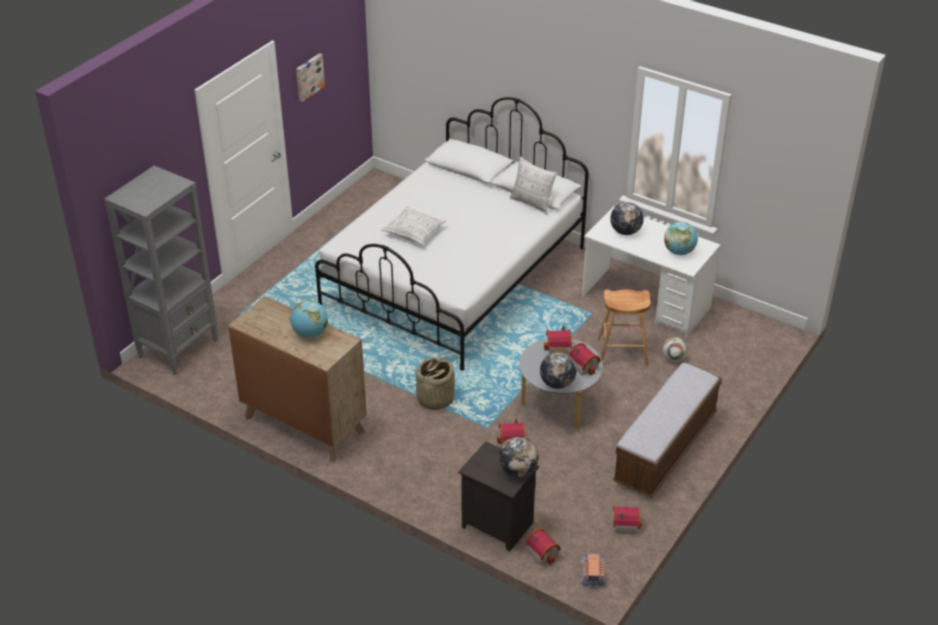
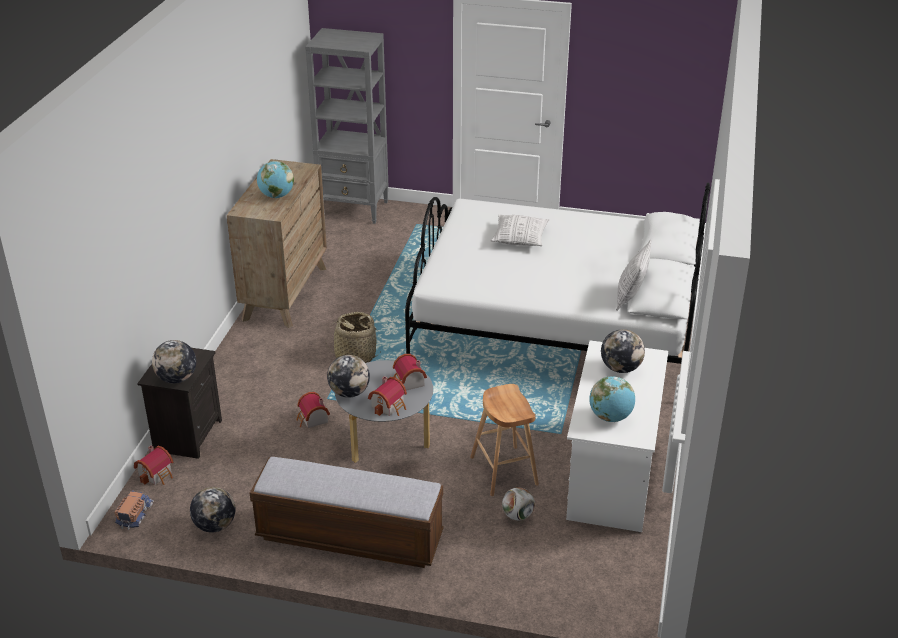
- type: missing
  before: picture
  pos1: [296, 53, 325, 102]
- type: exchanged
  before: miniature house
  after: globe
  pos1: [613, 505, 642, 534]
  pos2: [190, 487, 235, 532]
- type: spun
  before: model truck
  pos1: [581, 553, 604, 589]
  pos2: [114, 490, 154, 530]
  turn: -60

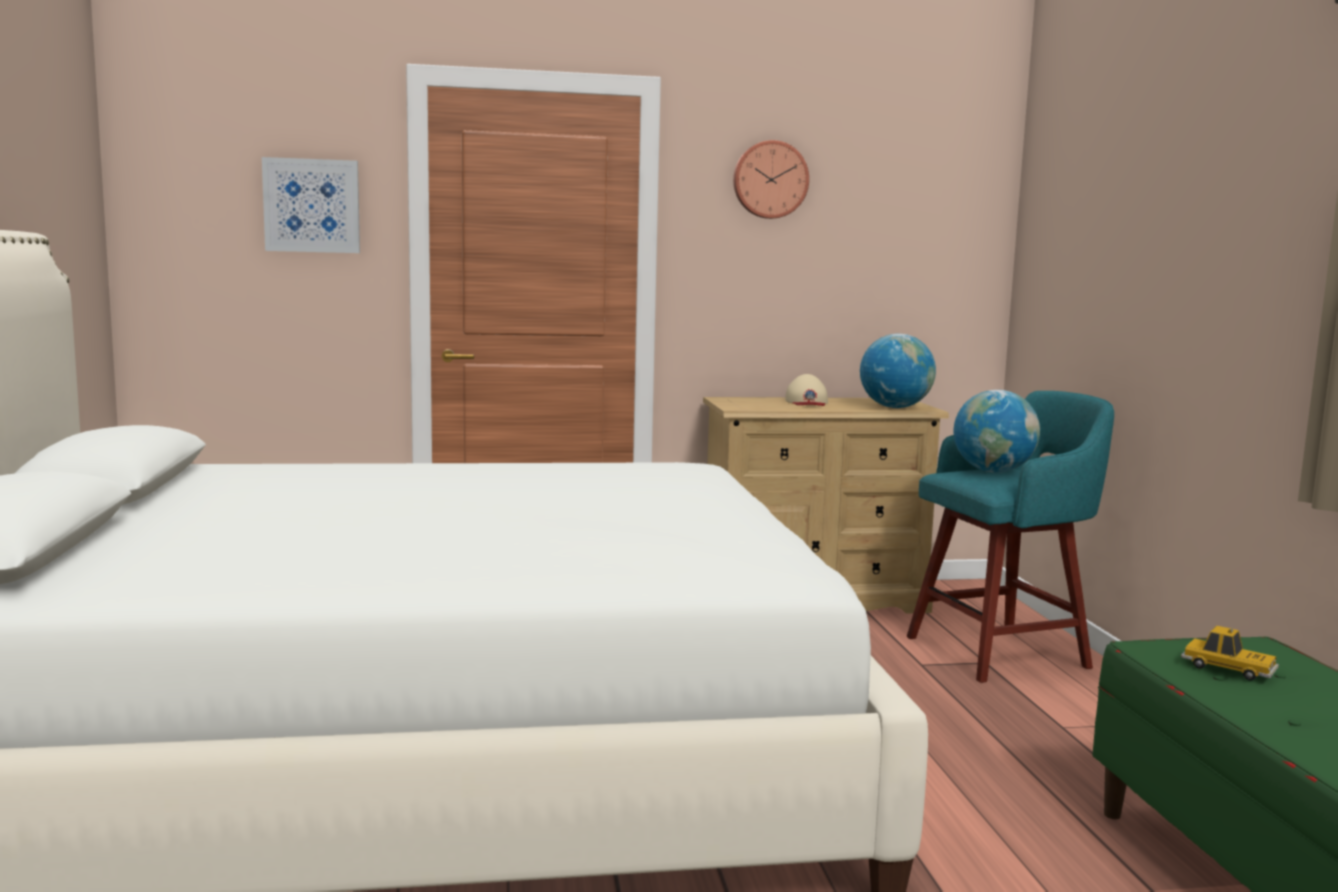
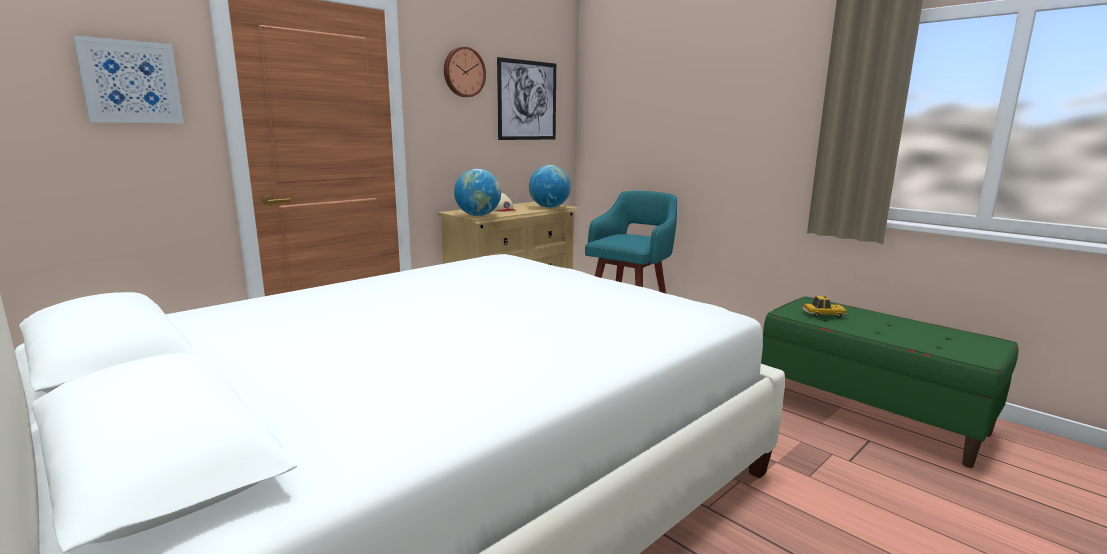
- type: appeared
  after: picture
  pos2: [497, 57, 556, 140]
- type: relocated
  before: globe
  pos1: [954, 390, 1040, 473]
  pos2: [454, 169, 501, 216]

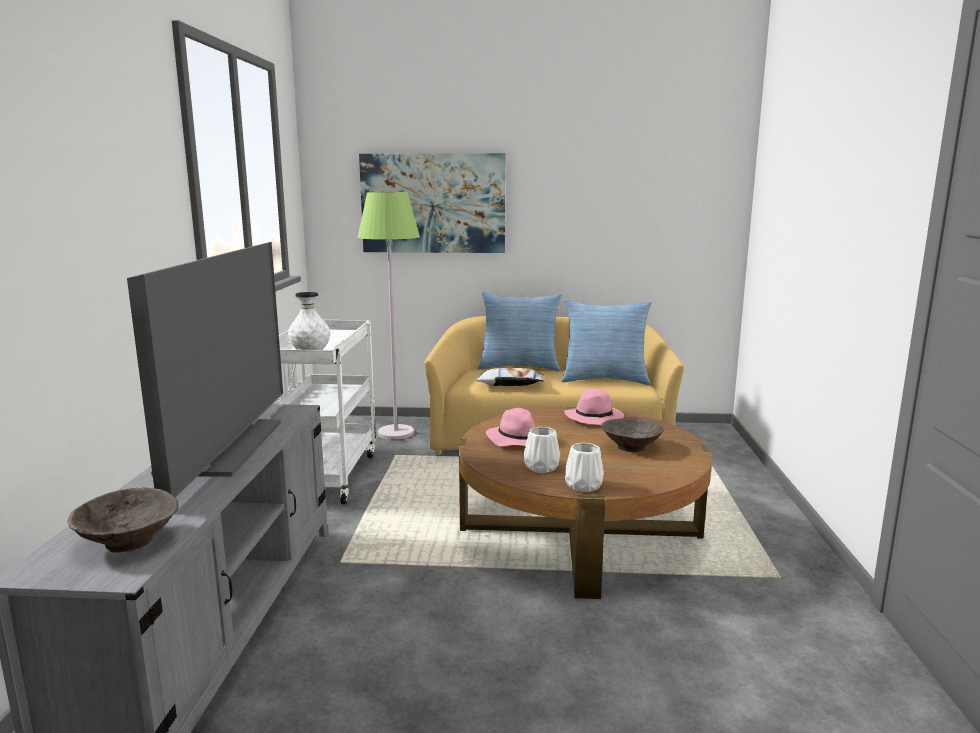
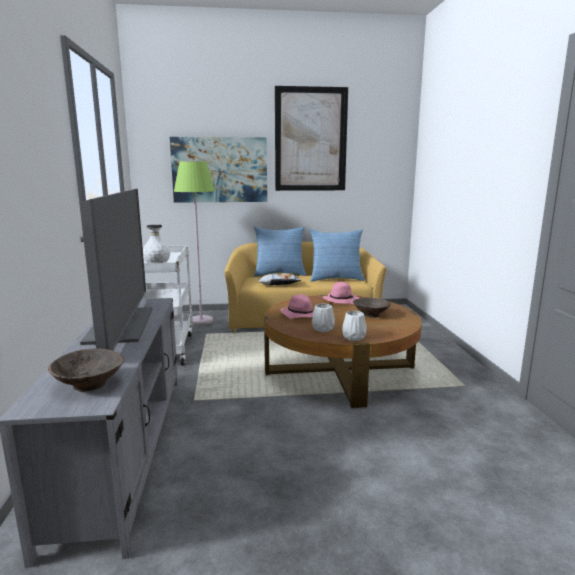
- type: appeared
  after: picture
  pos2: [275, 86, 348, 191]

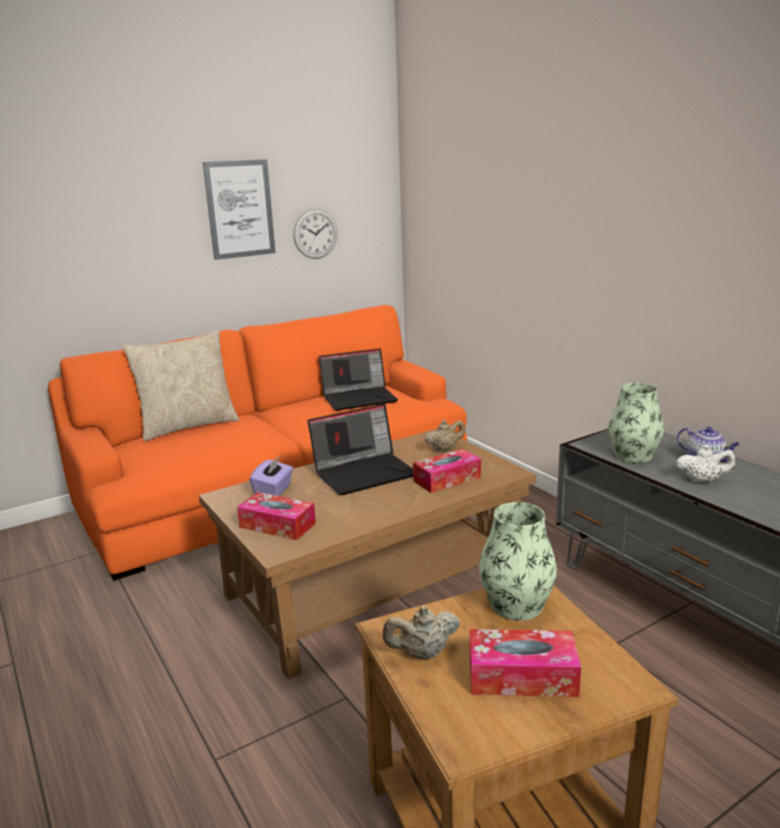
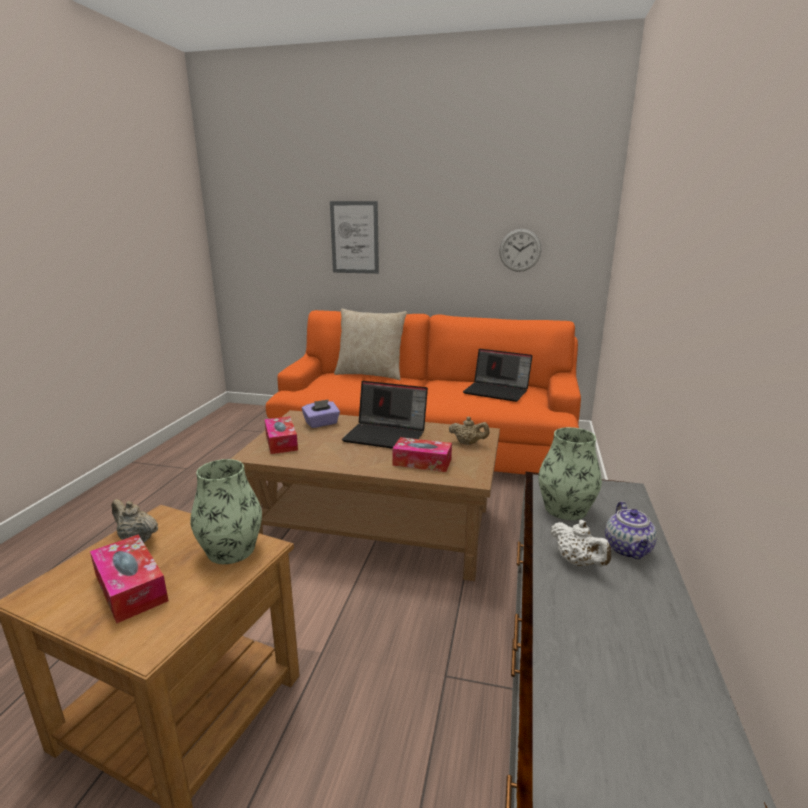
- type: relocated
  before: picture
  pos1: [203, 159, 276, 260]
  pos2: [330, 201, 379, 274]

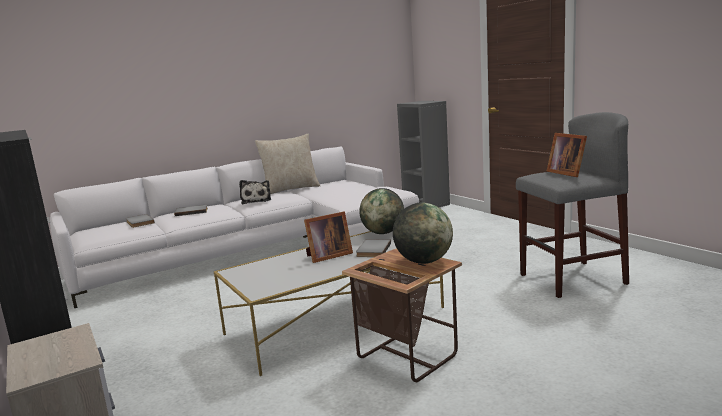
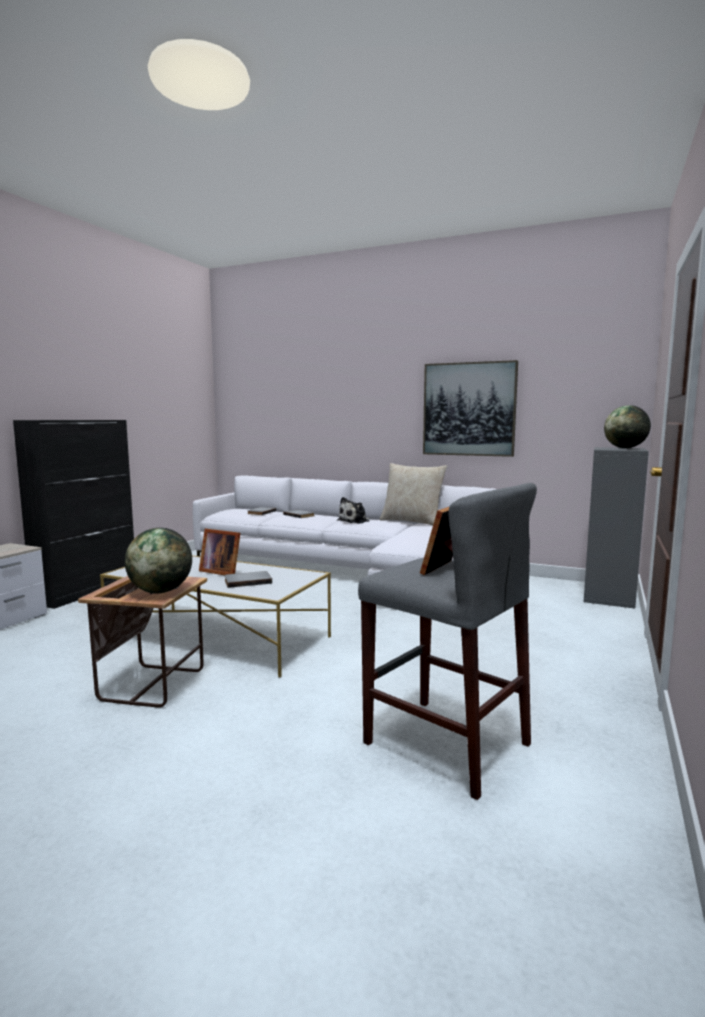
- type: appeared
  after: picture
  pos2: [423, 360, 518, 457]
- type: relocated
  before: globe
  pos1: [359, 188, 404, 234]
  pos2: [604, 405, 651, 448]

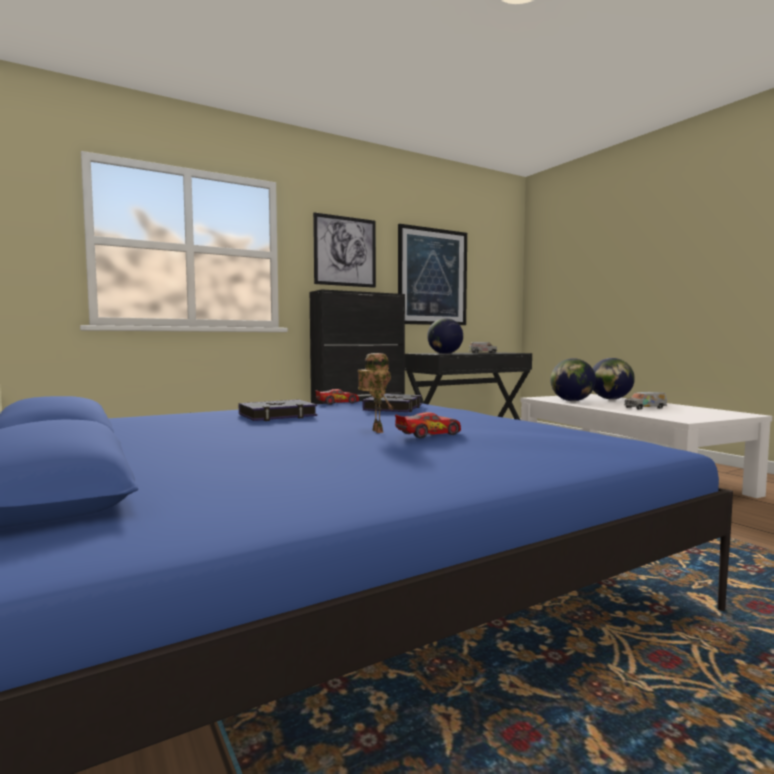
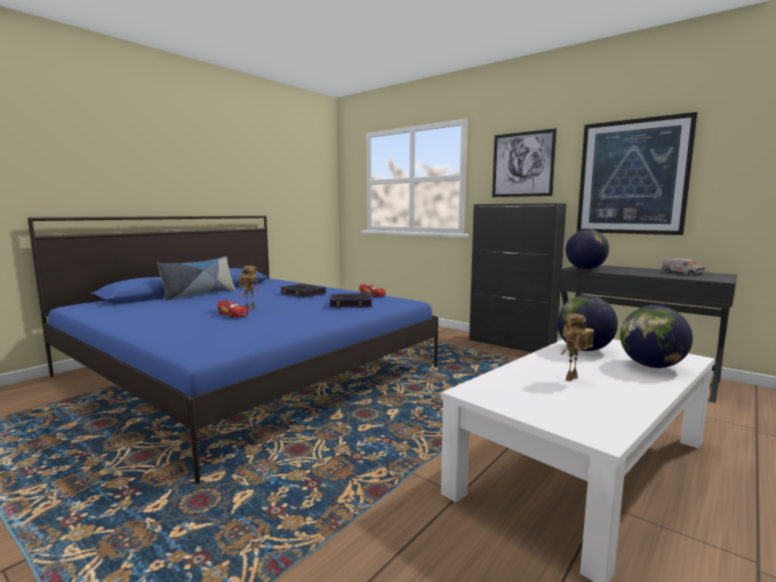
- type: appeared
  after: cushion
  pos2: [157, 256, 235, 300]
- type: exchanged
  before: model truck
  after: model robot
  pos1: [624, 392, 667, 410]
  pos2: [561, 314, 594, 381]

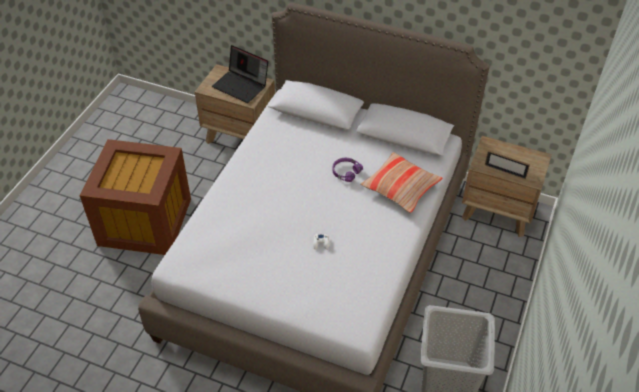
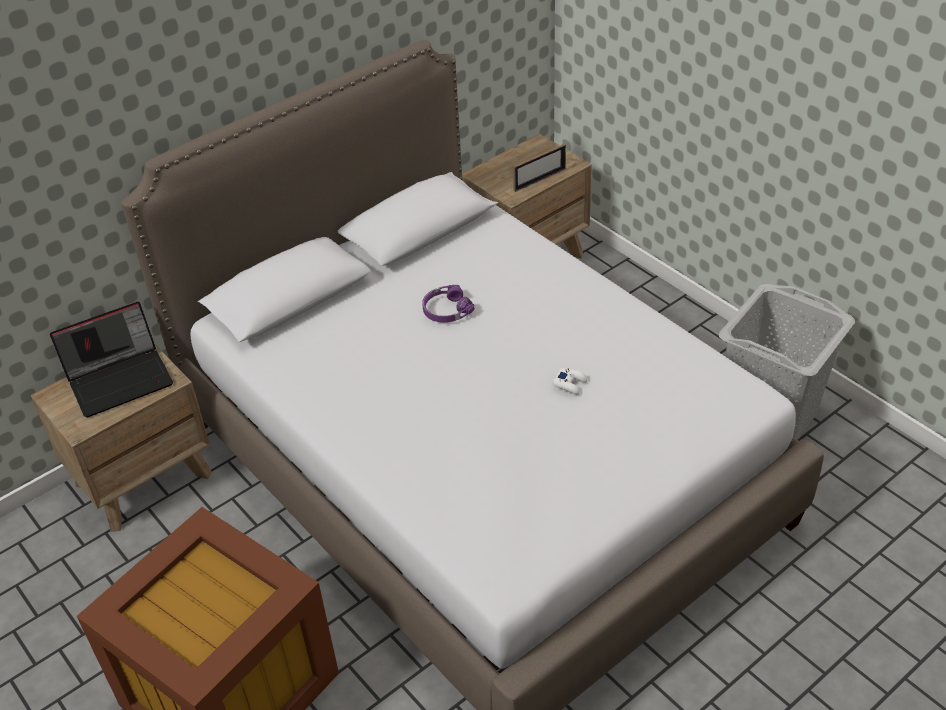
- type: missing
  before: cushion
  pos1: [360, 152, 443, 213]

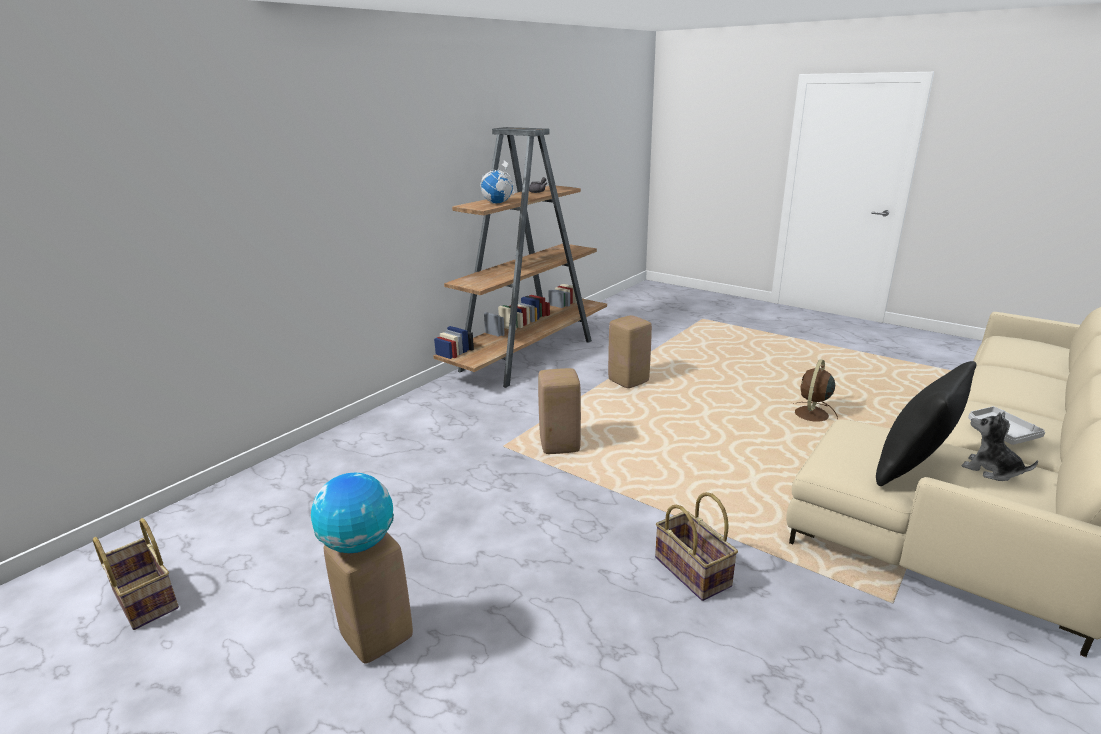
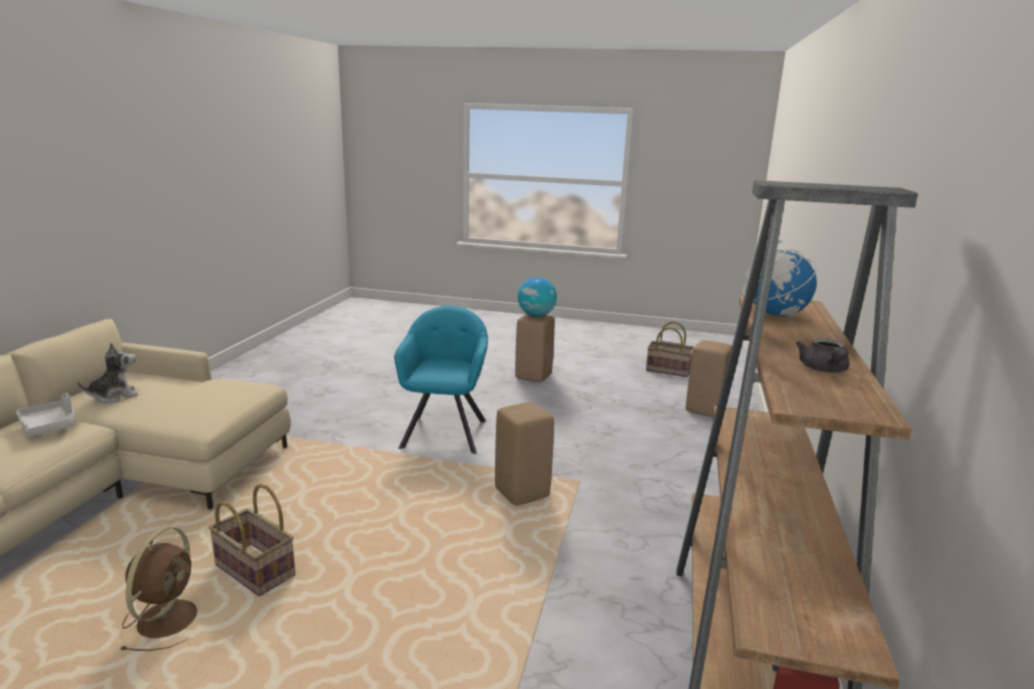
- type: missing
  before: black cushion
  pos1: [876, 361, 977, 486]
- type: appeared
  after: turquoise easy chair
  pos2: [394, 305, 488, 454]
- type: relocated
  before: sand-coloured sitting stool
  pos1: [608, 315, 652, 388]
  pos2: [686, 340, 732, 417]
- type: relocated
  before: basket
  pos1: [655, 492, 738, 601]
  pos2: [209, 484, 295, 596]
- type: spun
  before: plush toy
  pos1: [962, 412, 1038, 481]
  pos2: [77, 343, 138, 403]
  turn: -60

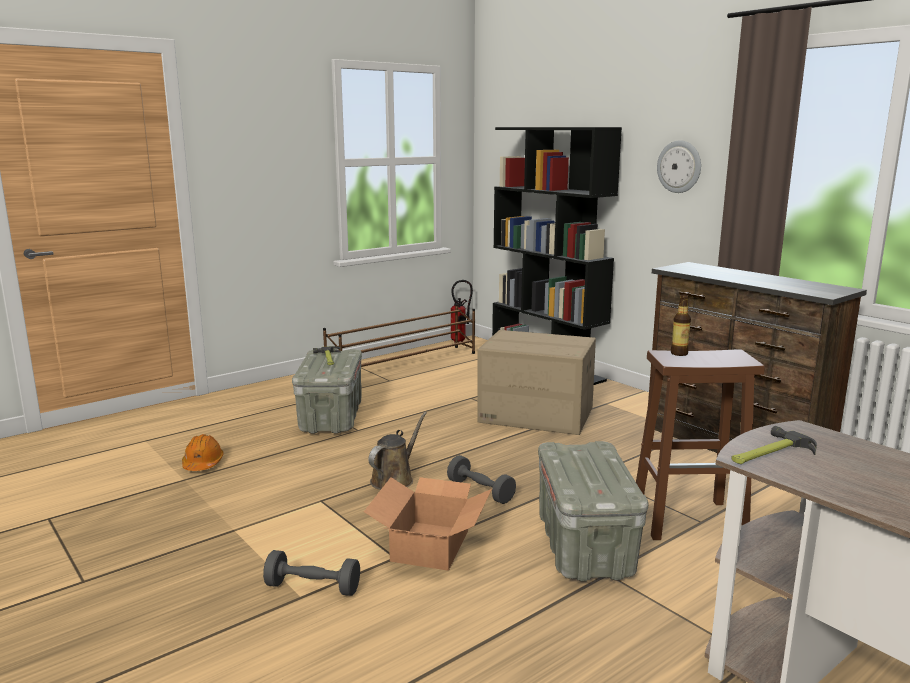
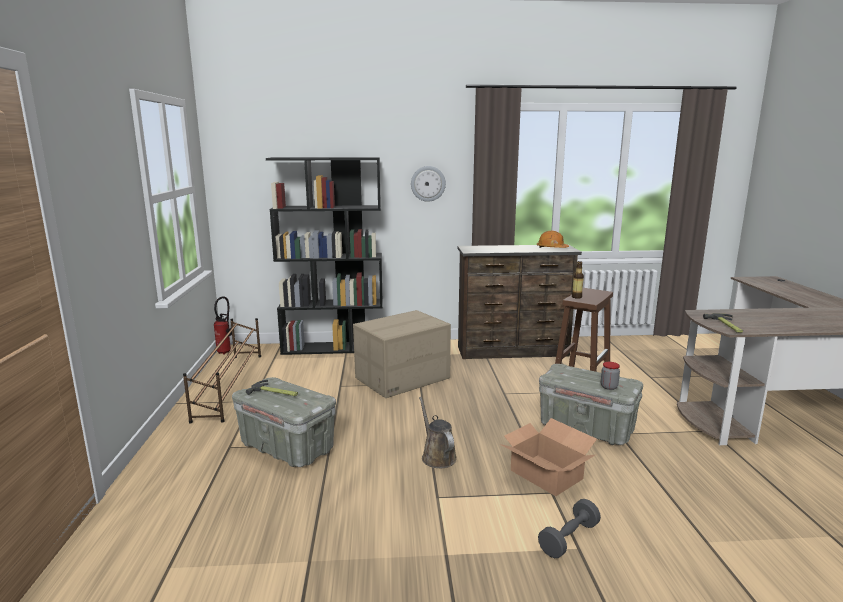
- type: missing
  before: grey hand weight
  pos1: [447, 455, 516, 504]
- type: appeared
  after: jar
  pos2: [601, 362, 620, 390]
- type: relocated
  before: orangey work helmet
  pos1: [182, 434, 224, 471]
  pos2: [537, 231, 569, 248]

